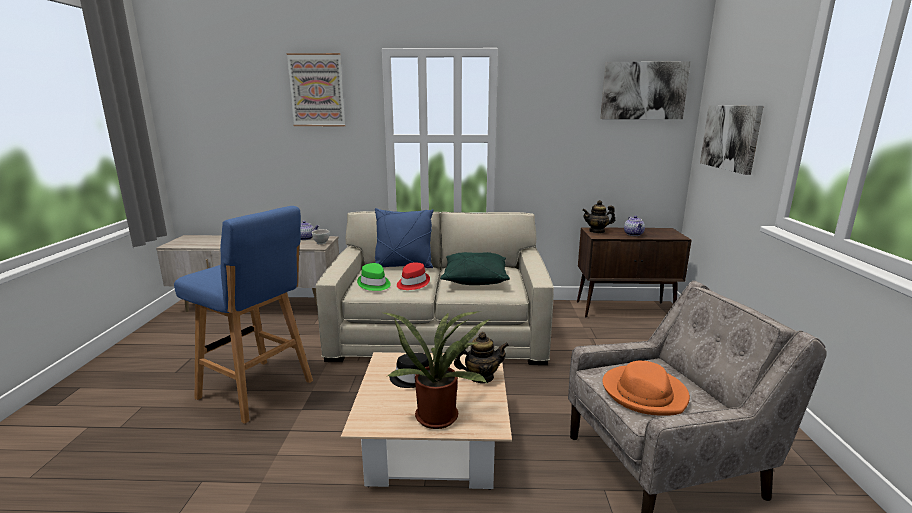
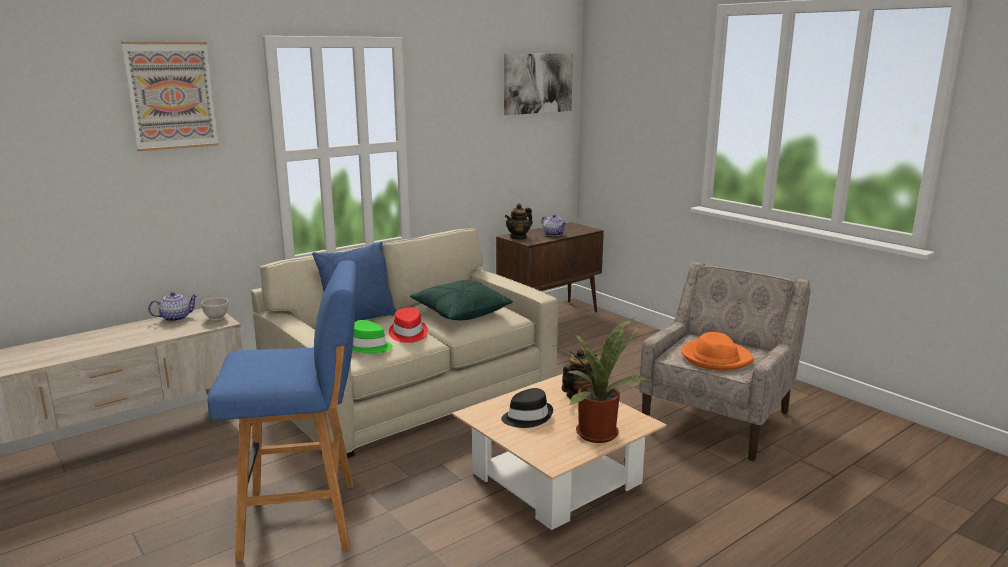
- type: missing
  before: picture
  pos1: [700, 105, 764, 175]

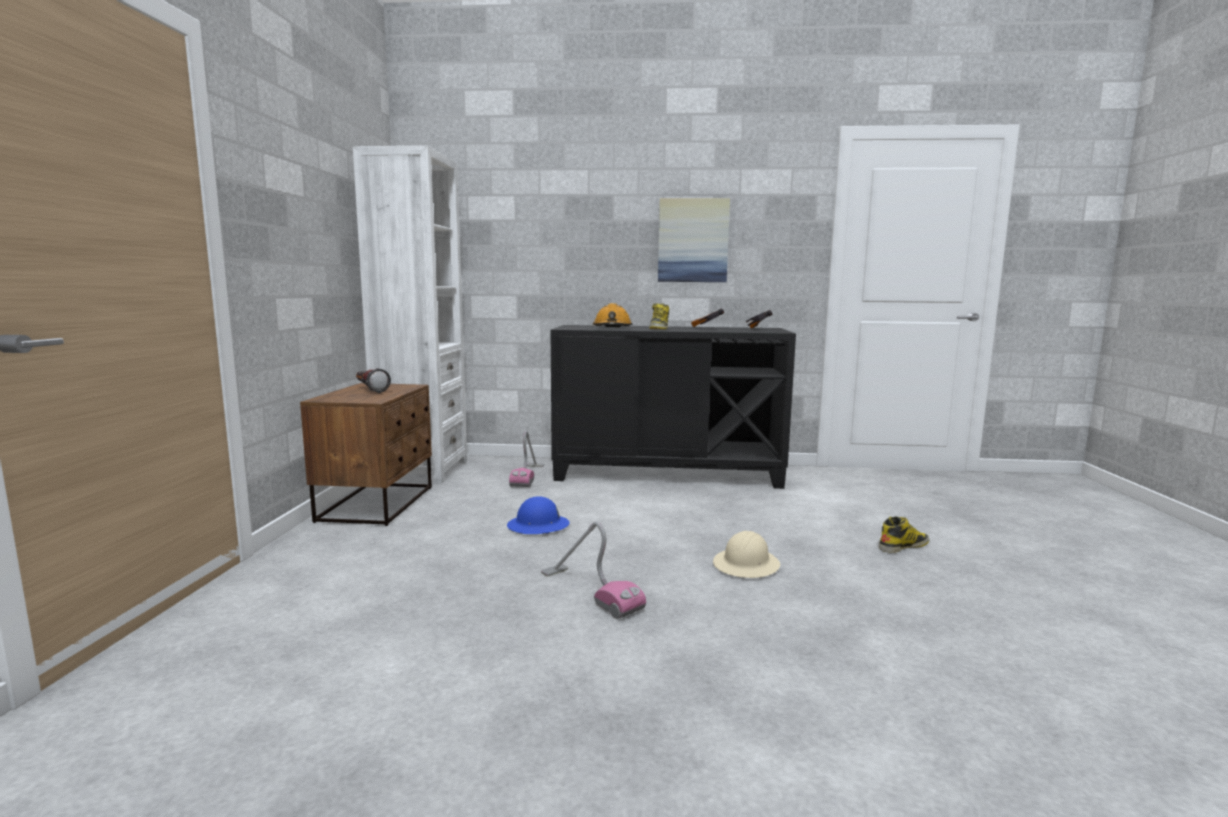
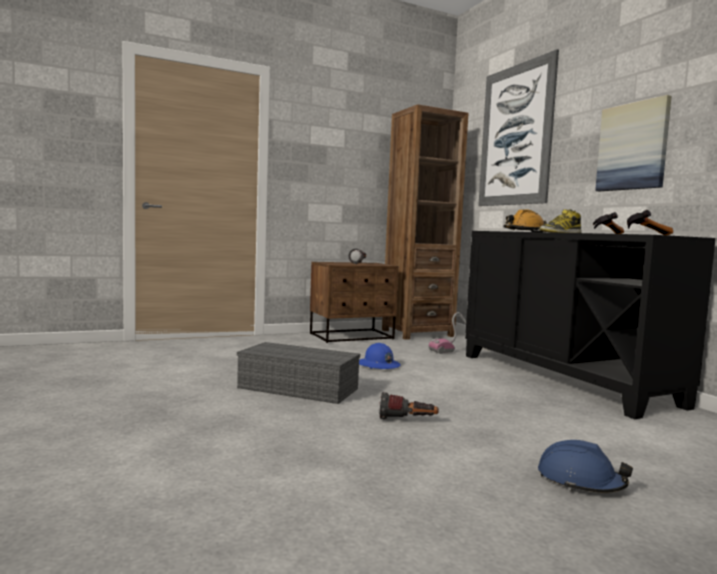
- type: appeared
  after: picture
  pos2: [478, 49, 559, 206]
- type: exchanged
  before: vacuum
  after: grey storage bin
  pos1: [541, 521, 646, 619]
  pos2: [237, 342, 360, 404]
- type: exchanged
  before: sand-coloured work helmet
  after: flashlight
  pos1: [713, 531, 780, 578]
  pos2: [378, 392, 439, 419]
- type: exchanged
  before: tall boot
  after: blue work helmet
  pos1: [879, 516, 929, 553]
  pos2: [538, 440, 633, 493]
- type: colour
  before: whitish shelving unit
  after: brown-coloured shelving unit
  pos1: [353, 146, 467, 484]
  pos2: [382, 104, 468, 340]

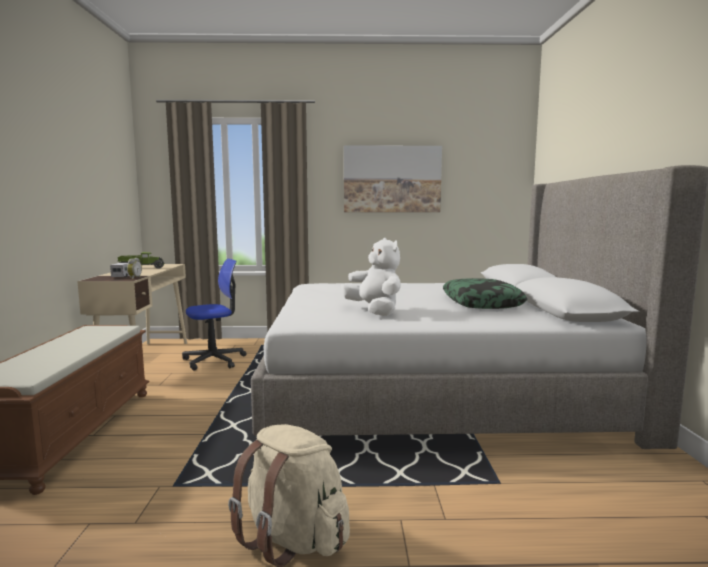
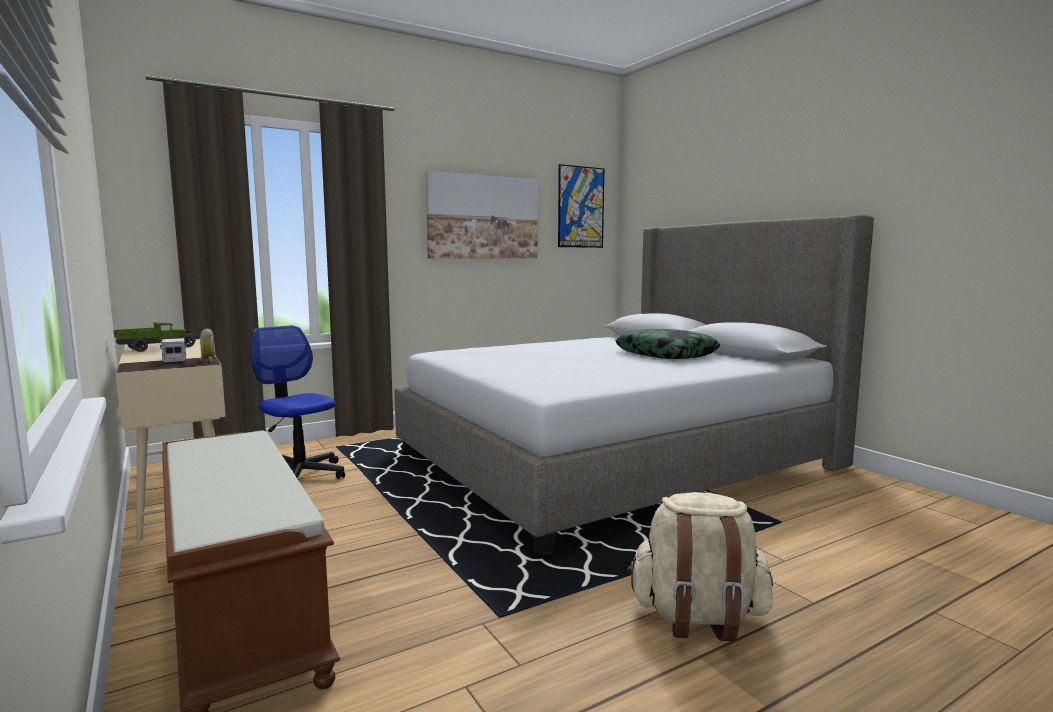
- type: missing
  before: whitish plush toy
  pos1: [341, 238, 401, 316]
- type: appeared
  after: picture
  pos2: [558, 164, 604, 248]
- type: spun
  before: computer chair
  pos1: [182, 258, 247, 371]
  pos2: [252, 325, 345, 479]
  turn: -75

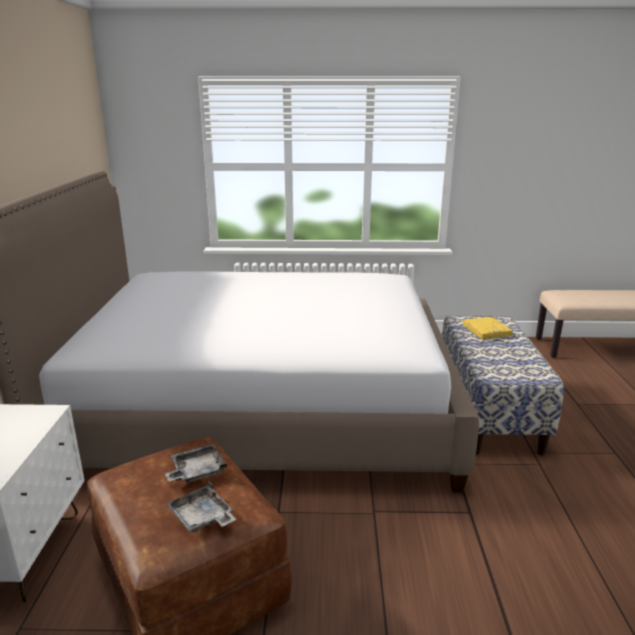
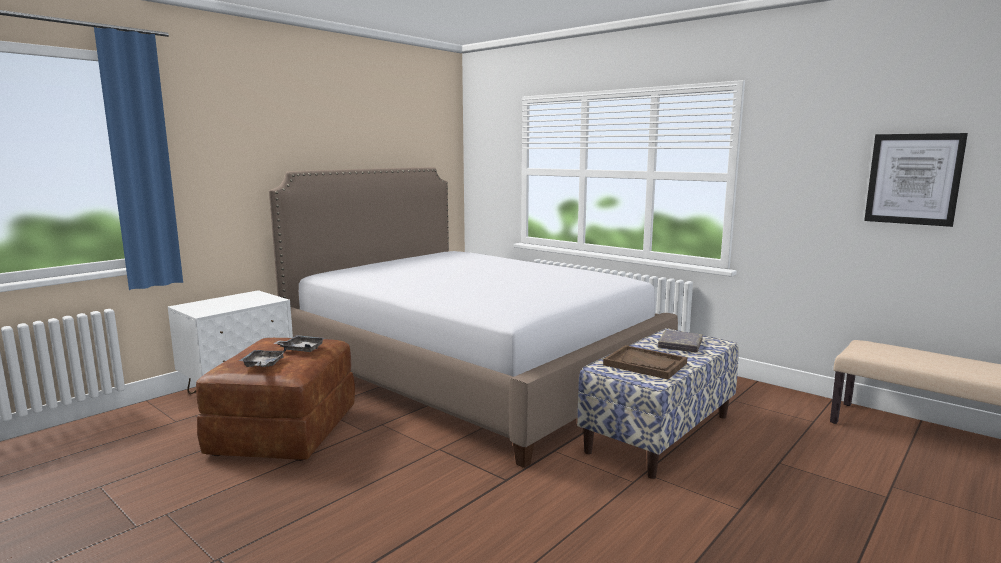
- type: appeared
  after: brown-coloured carrying tray
  pos2: [603, 345, 687, 379]
- type: appeared
  after: picture
  pos2: [864, 133, 968, 227]
- type: colour
  before: yellow-coloured bound book
  after: grey bound book
  pos1: [463, 317, 513, 339]
  pos2: [658, 330, 703, 352]

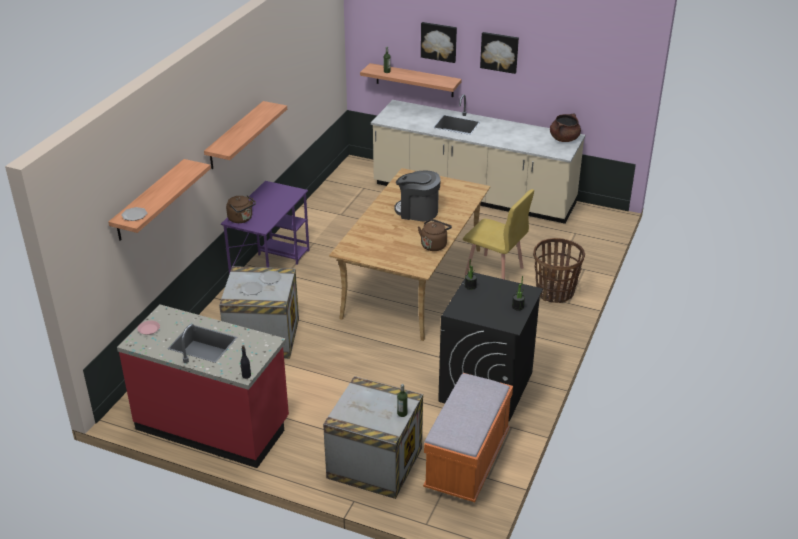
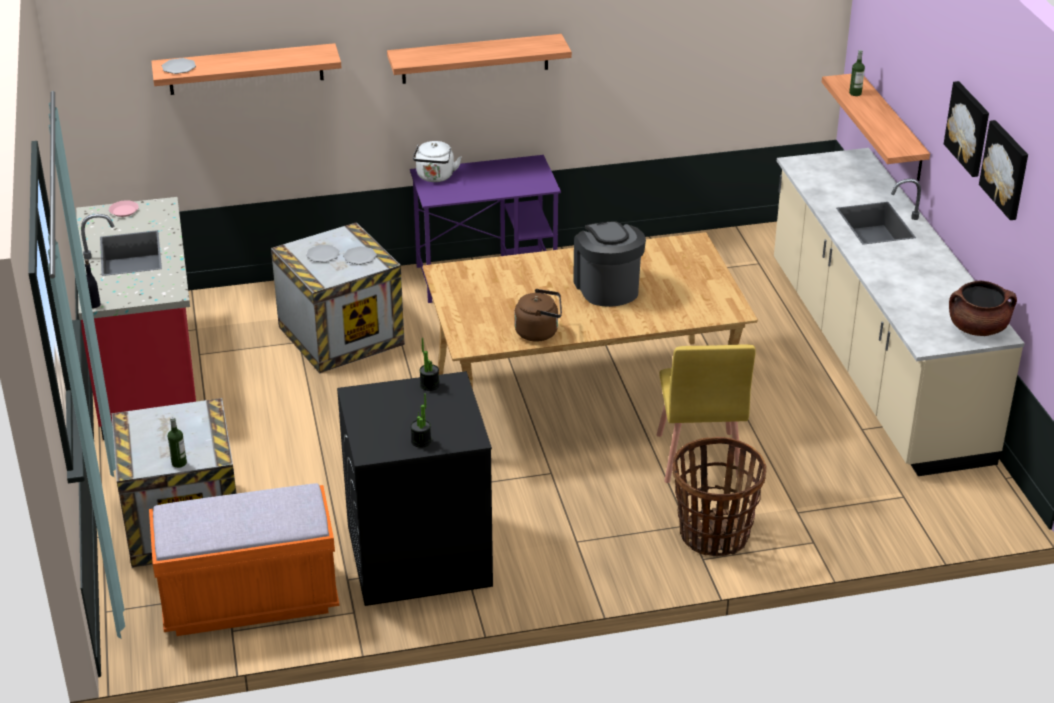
- type: relocated
  before: picture
  pos1: [421, 22, 457, 63]
  pos2: [979, 120, 1028, 220]
- type: colour
  before: brown-coloured tea kettle
  after: whitish tea kettle
  pos1: [226, 195, 256, 223]
  pos2: [413, 141, 462, 182]

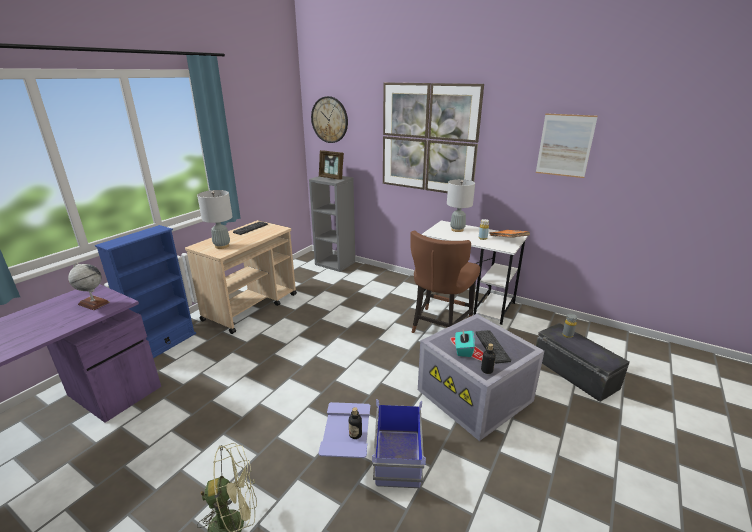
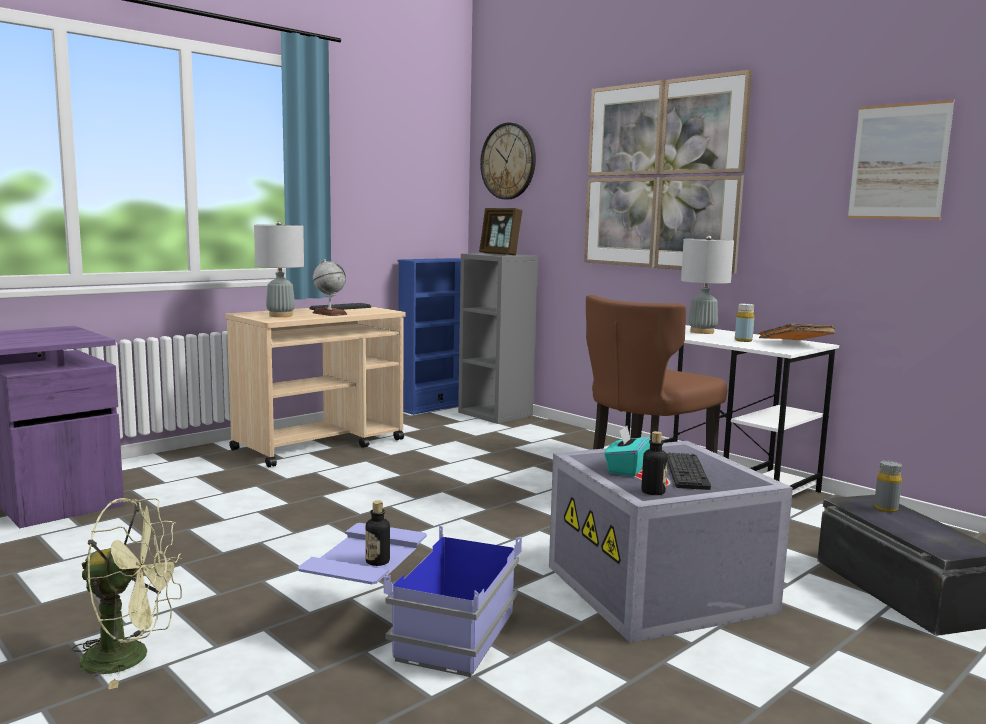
- type: relocated
  before: globe
  pos1: [68, 262, 110, 310]
  pos2: [313, 259, 347, 316]
- type: relocated
  before: blue shelving unit
  pos1: [95, 225, 196, 358]
  pos2: [398, 258, 461, 415]

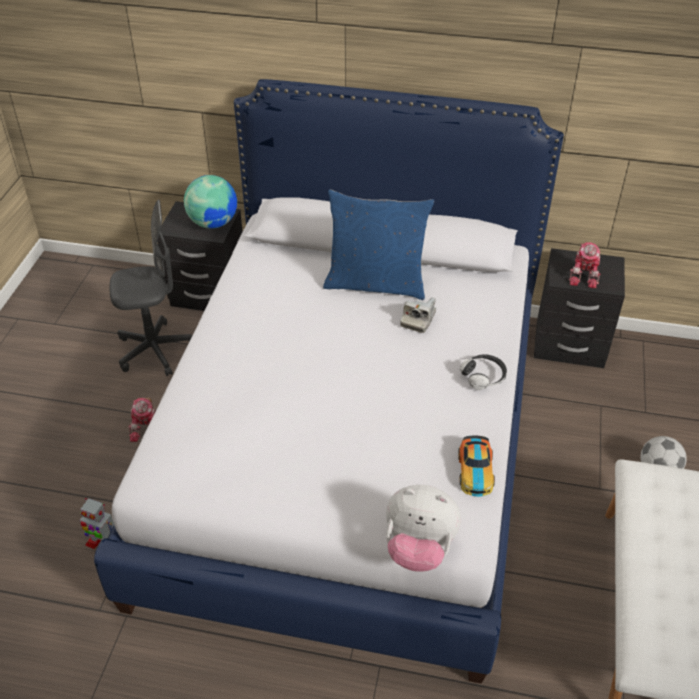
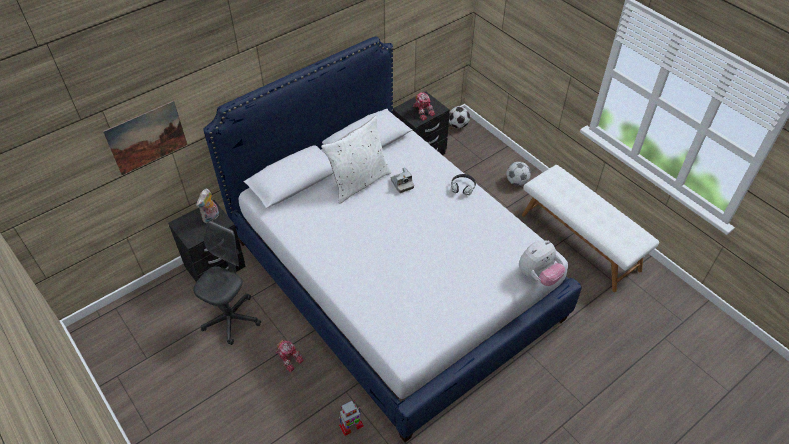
- type: missing
  before: toy car
  pos1: [458, 435, 495, 497]
- type: appeared
  after: picture
  pos2: [103, 100, 187, 175]
- type: appeared
  after: football
  pos2: [449, 106, 470, 129]
- type: exchanged
  before: globe
  after: plush toy
  pos1: [184, 175, 237, 229]
  pos2: [196, 189, 219, 223]
- type: colour
  before: blue cushion
  after: whitish cushion
  pos1: [323, 190, 434, 300]
  pos2: [321, 116, 391, 204]

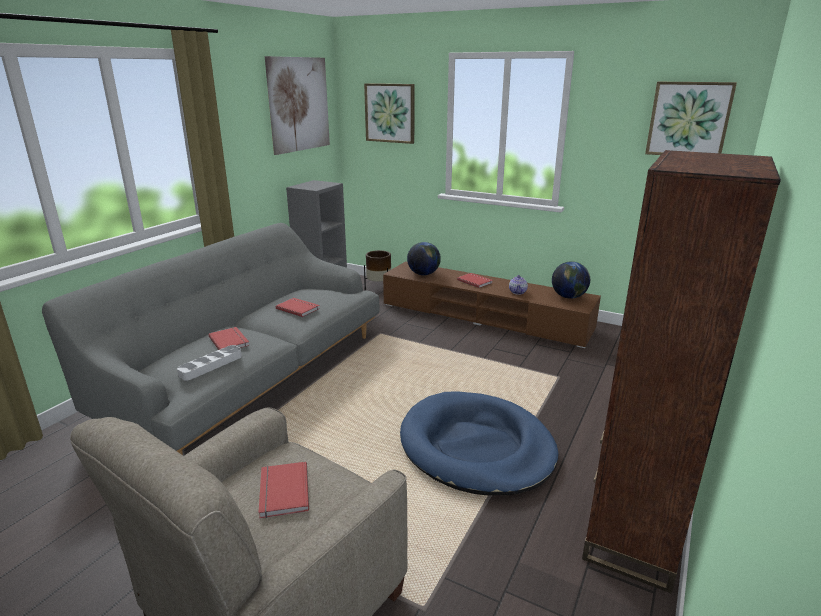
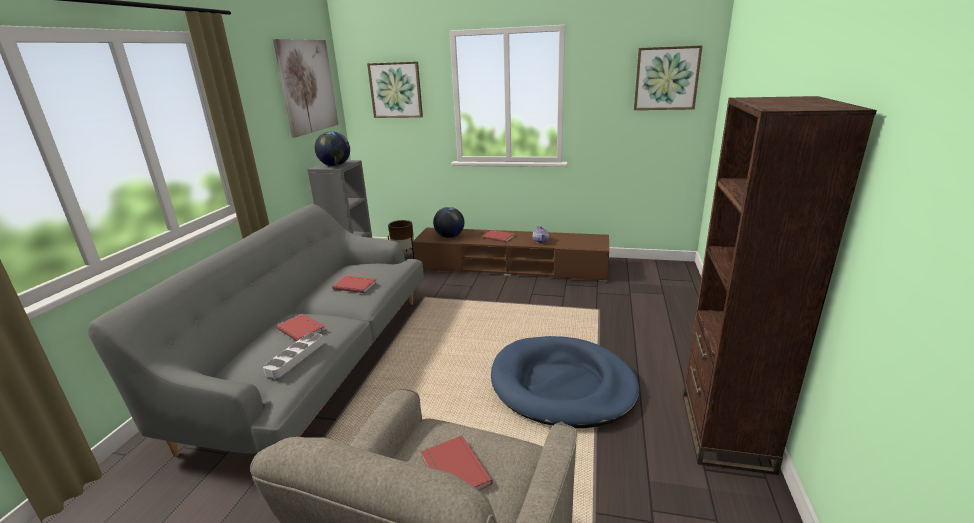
- type: relocated
  before: globe
  pos1: [552, 261, 590, 299]
  pos2: [315, 131, 350, 166]

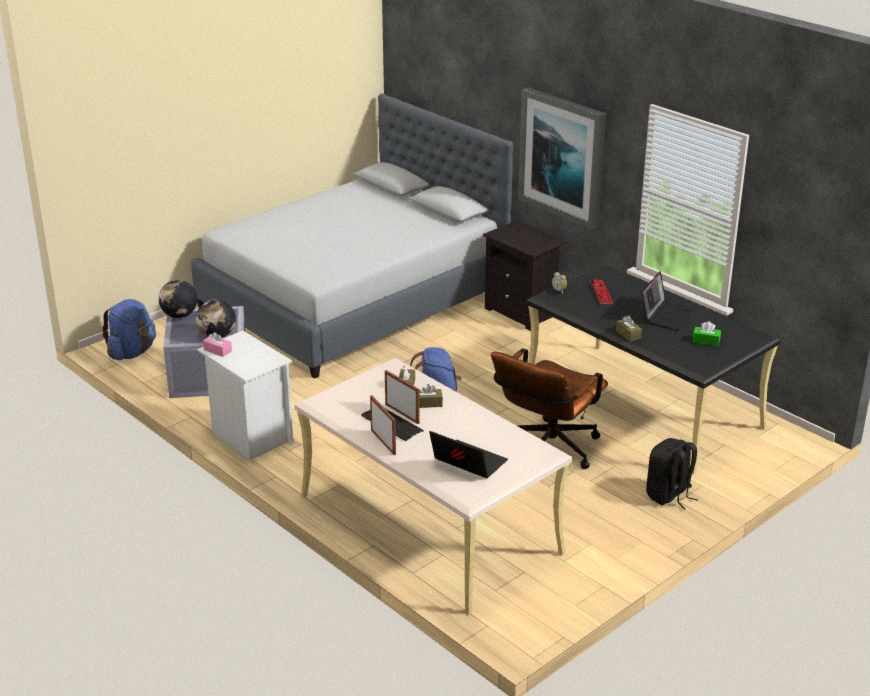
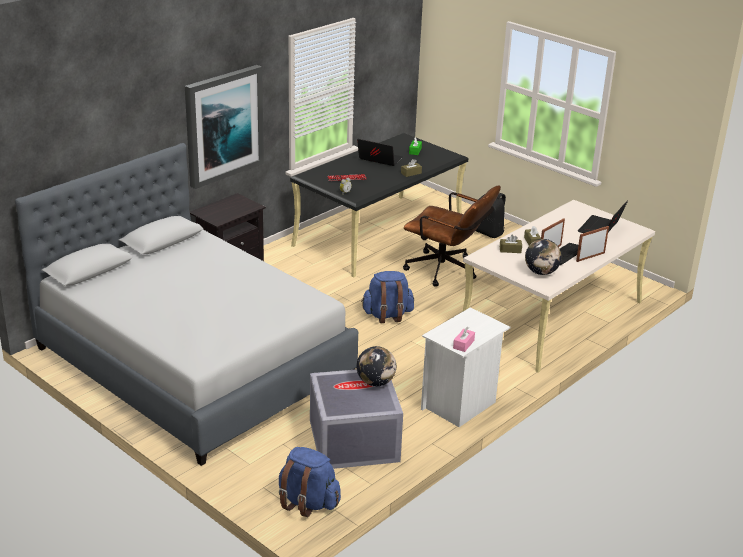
- type: relocated
  before: globe
  pos1: [159, 280, 198, 318]
  pos2: [525, 239, 562, 275]

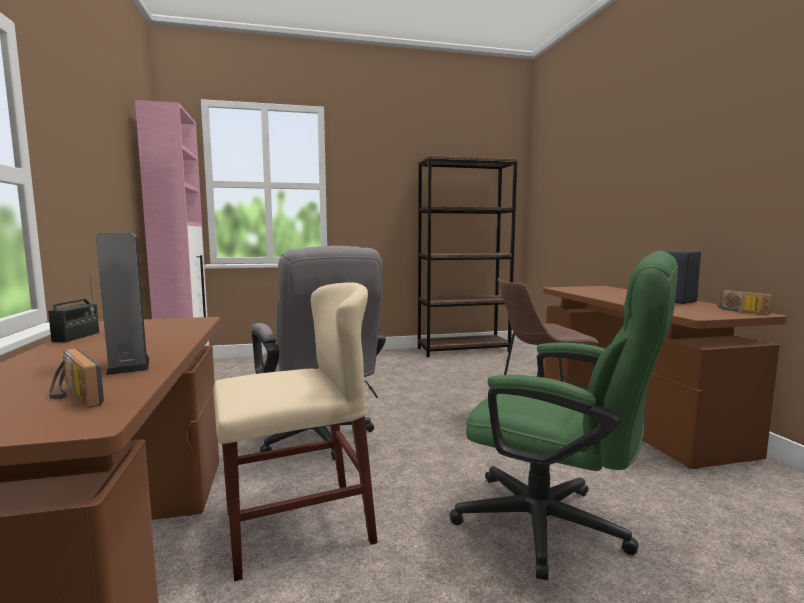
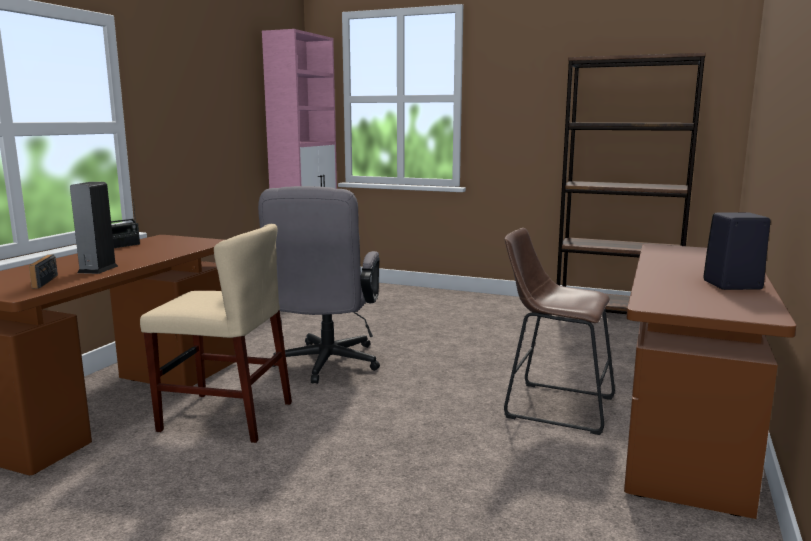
- type: missing
  before: green-coloured computer chair
  pos1: [449, 251, 679, 581]
- type: missing
  before: radio
  pos1: [717, 290, 773, 315]

